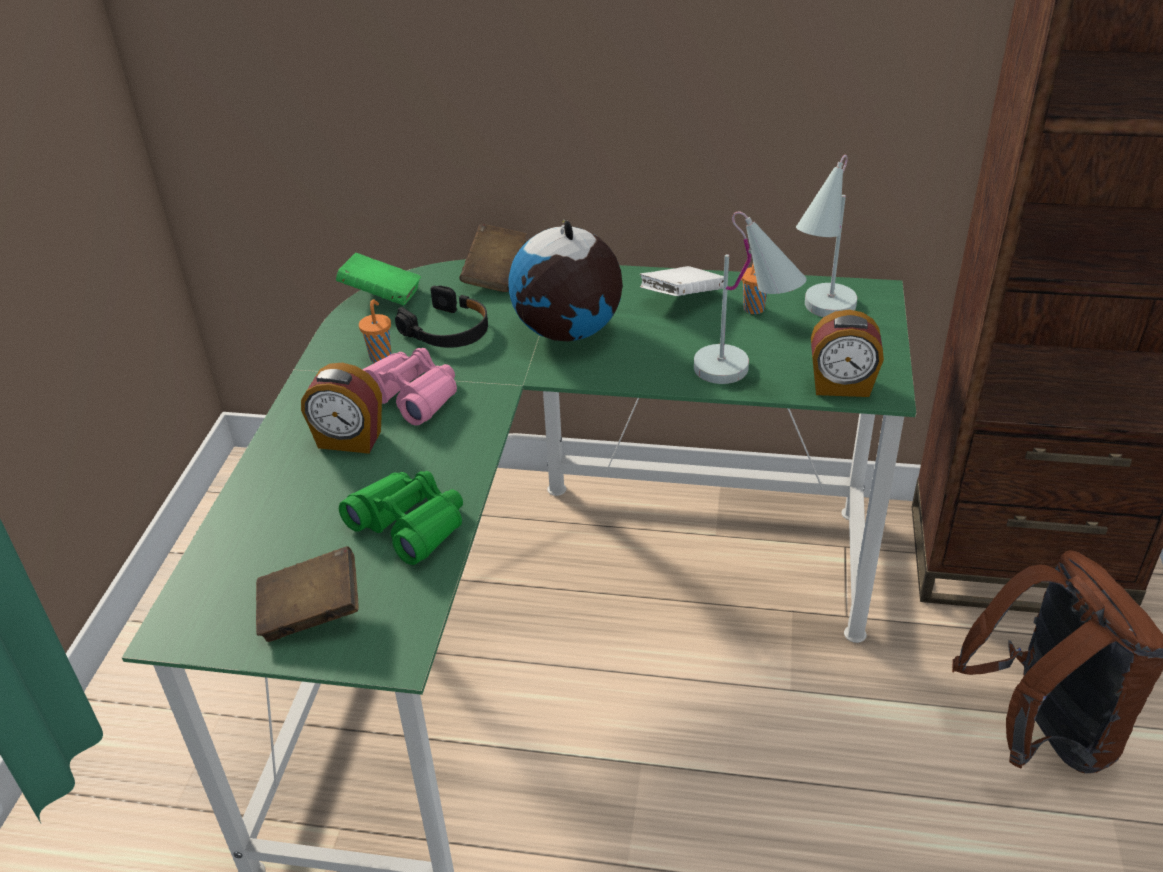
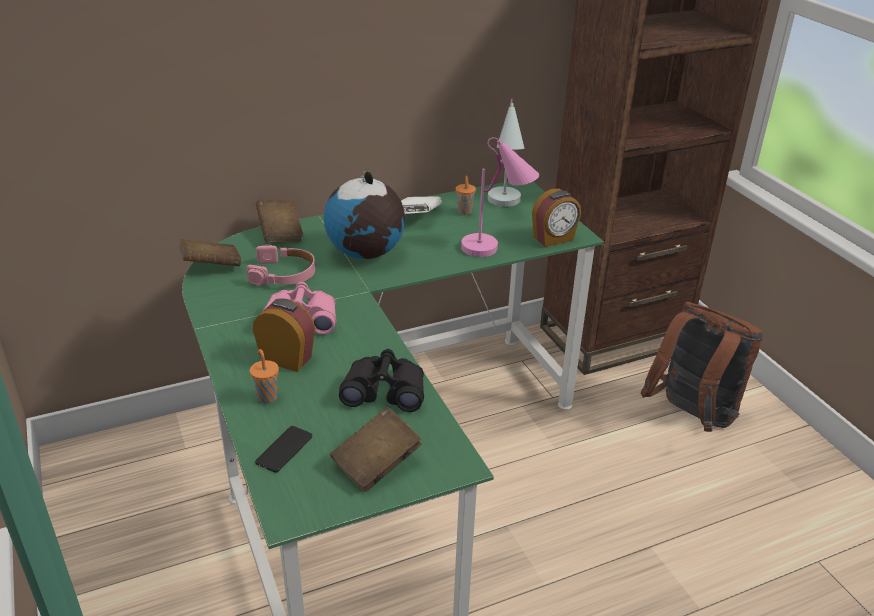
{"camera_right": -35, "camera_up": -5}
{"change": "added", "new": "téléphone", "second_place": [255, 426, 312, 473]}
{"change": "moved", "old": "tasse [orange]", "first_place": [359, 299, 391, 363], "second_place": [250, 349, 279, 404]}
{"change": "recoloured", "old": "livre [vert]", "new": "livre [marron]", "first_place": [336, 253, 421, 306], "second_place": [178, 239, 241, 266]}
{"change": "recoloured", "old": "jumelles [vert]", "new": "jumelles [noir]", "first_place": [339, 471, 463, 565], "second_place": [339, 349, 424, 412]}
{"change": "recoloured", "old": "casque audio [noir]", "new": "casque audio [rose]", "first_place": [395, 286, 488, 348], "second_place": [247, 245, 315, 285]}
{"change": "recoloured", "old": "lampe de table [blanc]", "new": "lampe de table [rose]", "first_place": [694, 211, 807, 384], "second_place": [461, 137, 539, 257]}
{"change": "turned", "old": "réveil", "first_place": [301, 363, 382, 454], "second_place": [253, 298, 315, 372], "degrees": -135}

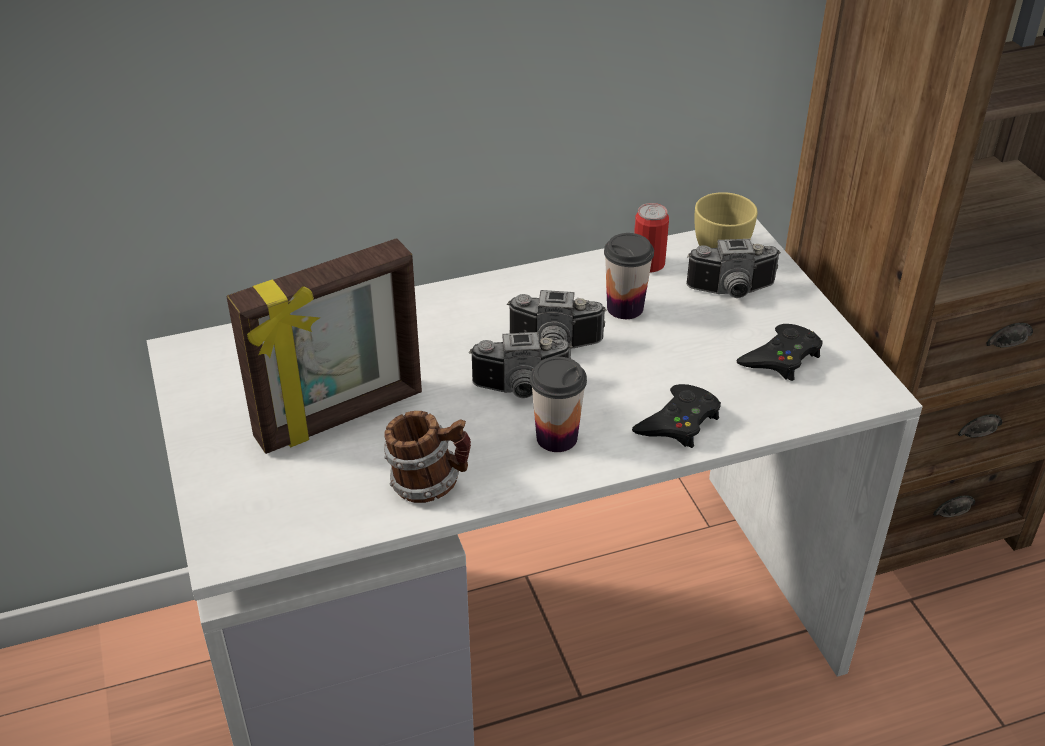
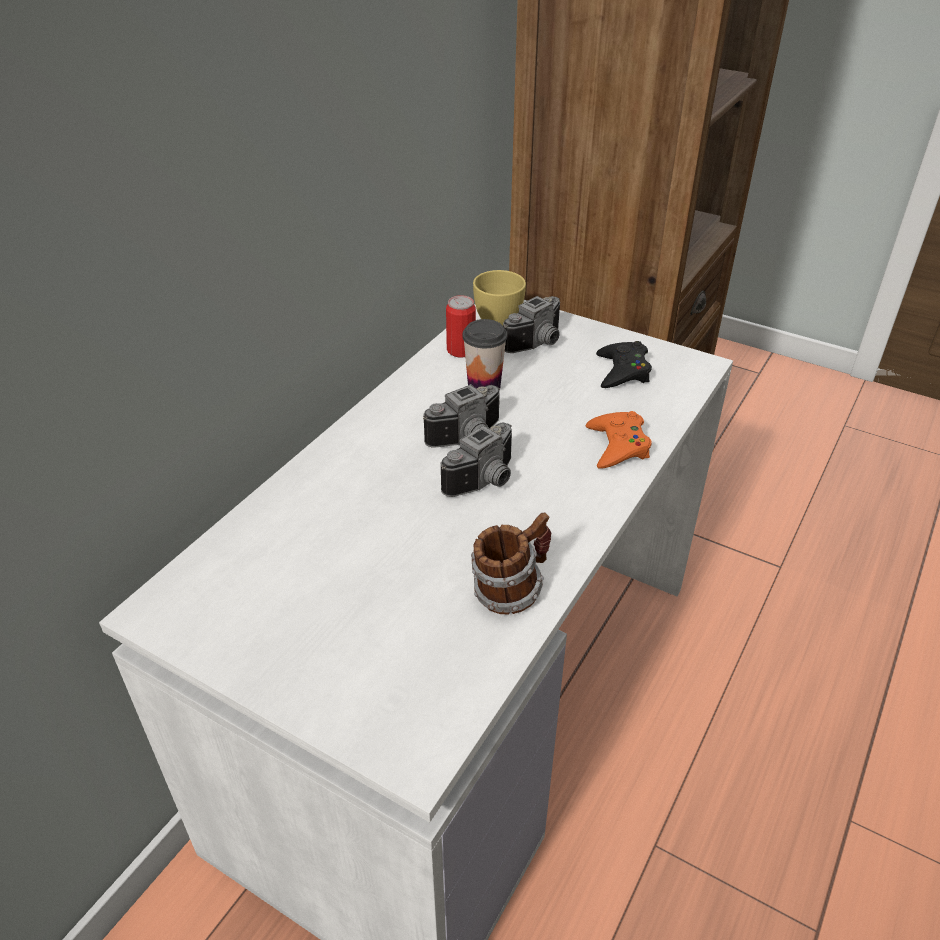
{"camera_right": -40, "camera_up": 0}
{"change": "removed", "old": "cadre photo", "first_place": [227, 238, 422, 454]}
{"change": "removed", "old": "tasse", "first_place": [530, 357, 587, 452]}
{"change": "recoloured", "old": "manette [noir]", "new": "manette [orange]", "first_place": [632, 384, 721, 448], "second_place": [586, 411, 652, 469]}

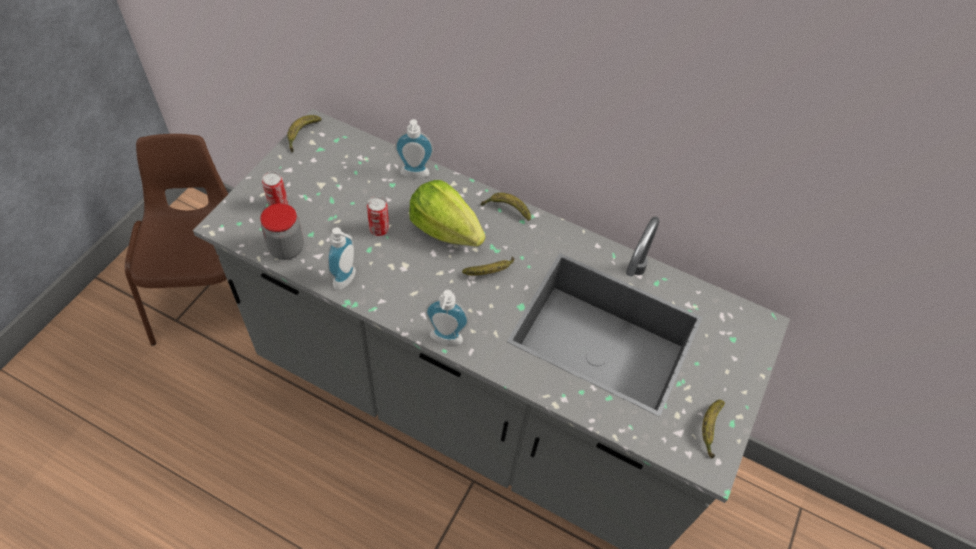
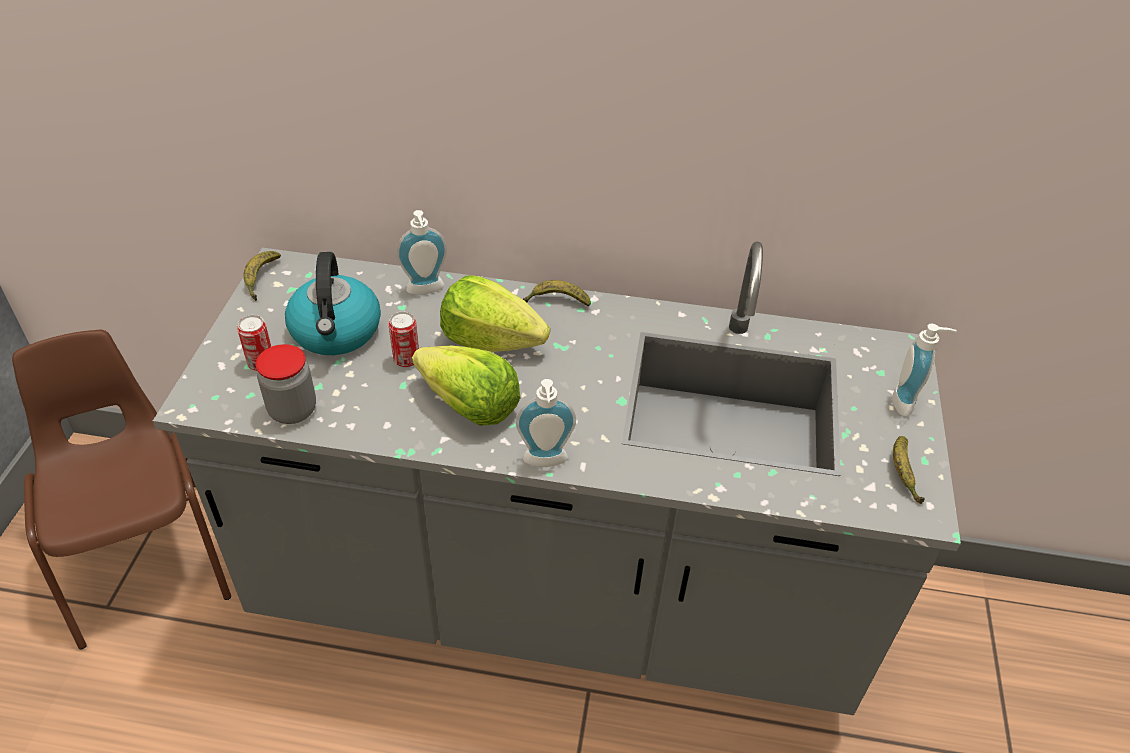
{"camera_right": -15, "camera_up": -10}
{"change": "removed", "old": "banane", "first_place": [462, 257, 515, 275]}
{"change": "added", "new": "bouilloire", "second_place": [285, 252, 381, 355]}
{"change": "added", "new": "laitue", "second_place": [412, 346, 520, 426]}
{"change": "moved", "old": "distributeur de savon", "first_place": [327, 227, 356, 290], "second_place": [892, 324, 957, 417]}

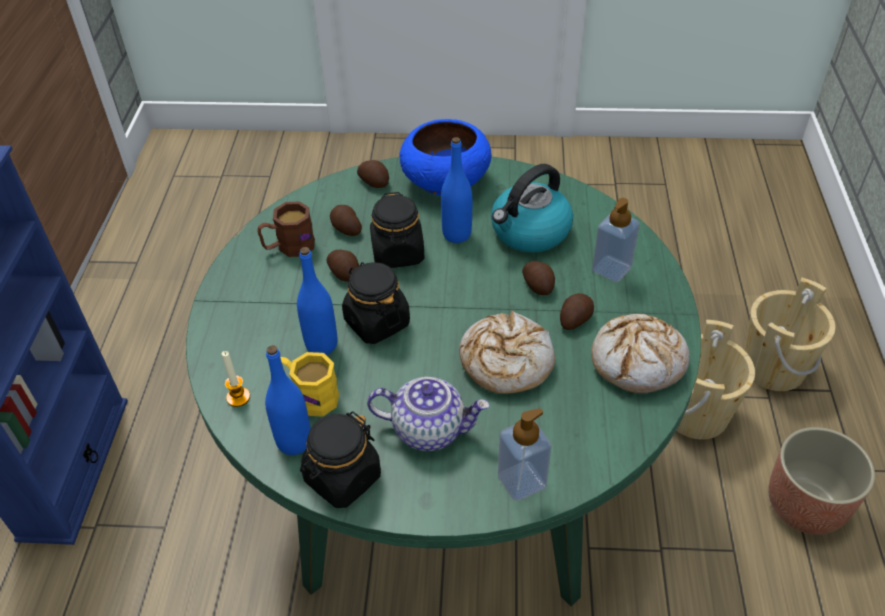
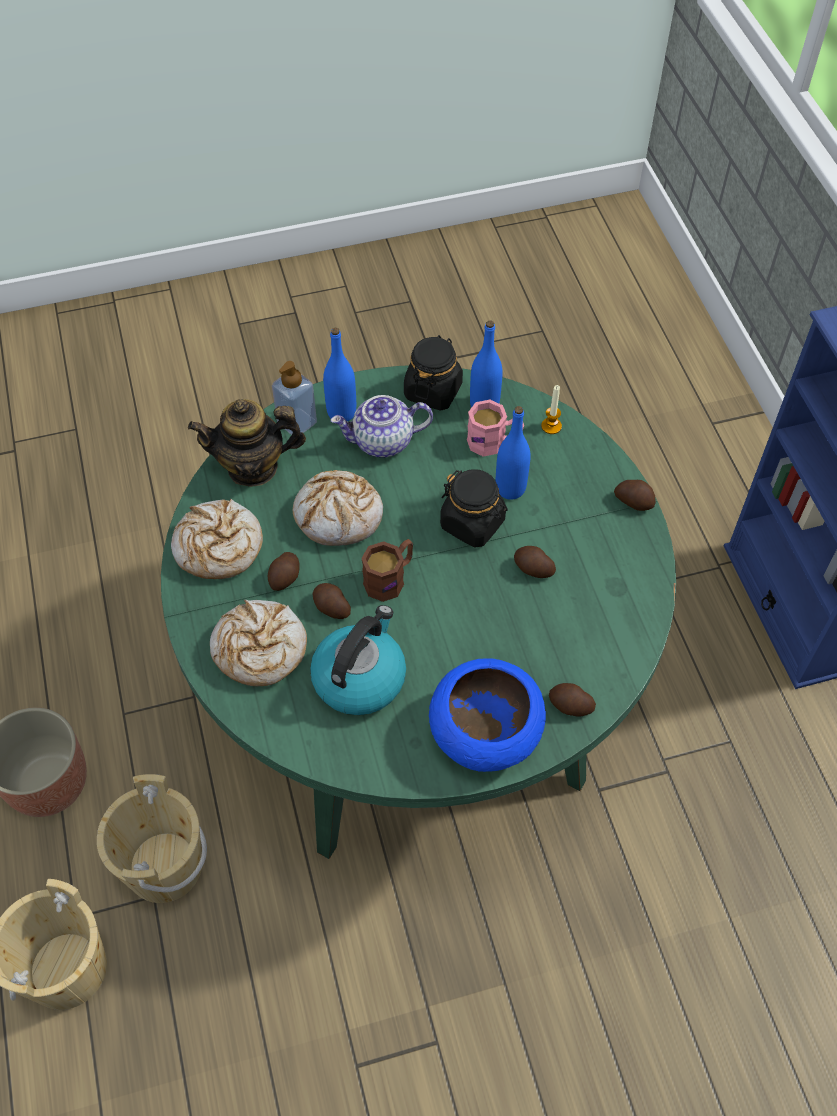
{"camera_right": 160, "camera_up": 10}
{"change": "removed", "old": "bocal [noir]", "first_place": [370, 192, 425, 268]}
{"change": "added", "new": "théière", "second_place": [188, 399, 306, 487]}
{"change": "moved", "old": "mug [marron]", "first_place": [257, 201, 315, 257], "second_place": [361, 539, 413, 602]}
{"change": "moved", "old": "pomme de terre", "first_place": [330, 205, 362, 236], "second_place": [614, 480, 656, 511]}
{"change": "moved", "old": "bouteille [bleu]", "first_place": [441, 137, 472, 243], "second_place": [323, 328, 356, 422]}
{"change": "replaced", "old": "distributeur de savon", "new": "pain", "first_place": [592, 198, 640, 282], "second_place": [210, 600, 307, 686]}
{"change": "recoloured", "old": "mug [jaune]", "new": "mug [rose]", "first_place": [280, 352, 339, 417], "second_place": [467, 400, 524, 457]}

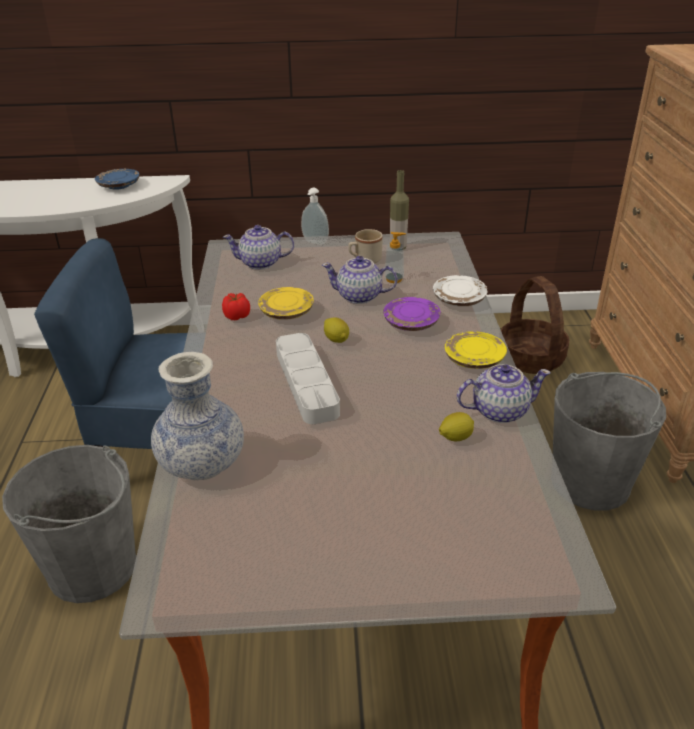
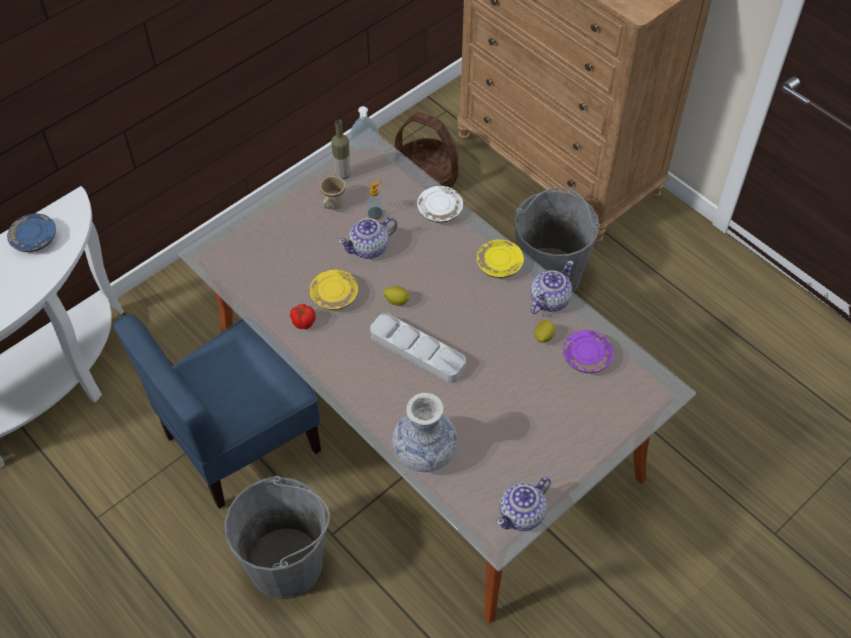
{"camera_right": -40, "camera_up": 20}
{"change": "moved", "old": "théière", "first_place": [223, 225, 294, 270], "second_place": [496, 477, 551, 531]}
{"change": "moved", "old": "distributeur de savon", "first_place": [301, 188, 329, 245], "second_place": [350, 106, 379, 149]}
{"change": "moved", "old": "assiette [violet]", "first_place": [383, 297, 441, 331], "second_place": [563, 330, 614, 373]}

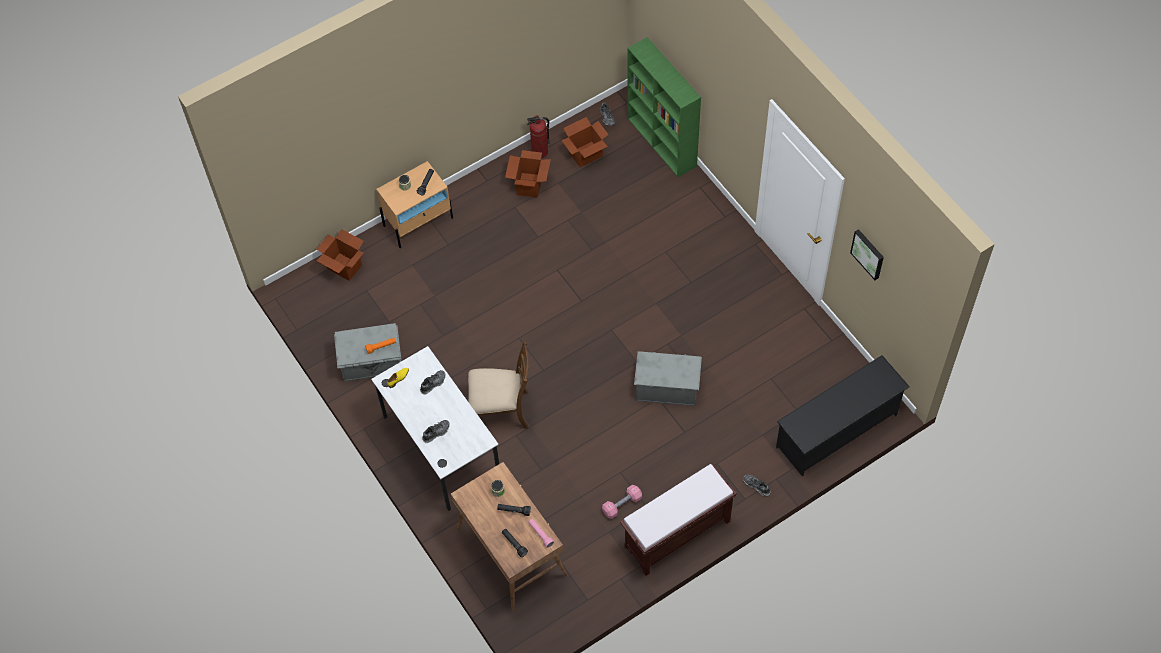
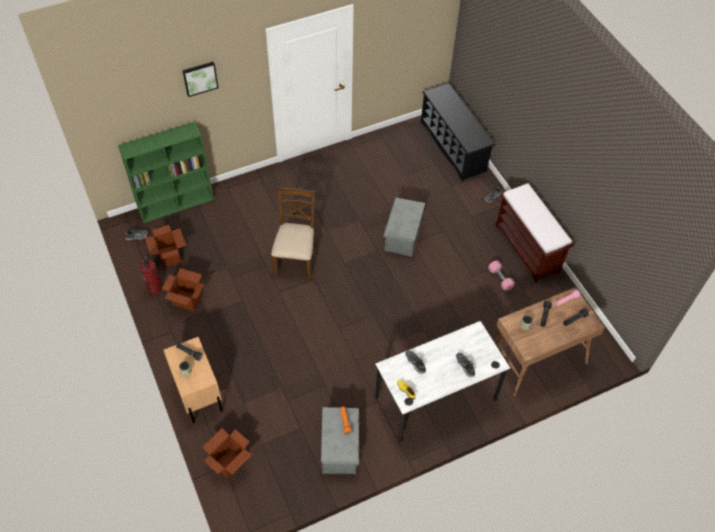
{"camera_right": -85, "camera_up": -5}
{"change": "moved", "old": "chaise [marron]", "first_place": [468, 341, 529, 429], "second_place": [271, 187, 316, 279]}
{"change": "moved", "old": "tableau", "first_place": [850, 229, 884, 280], "second_place": [182, 62, 218, 97]}

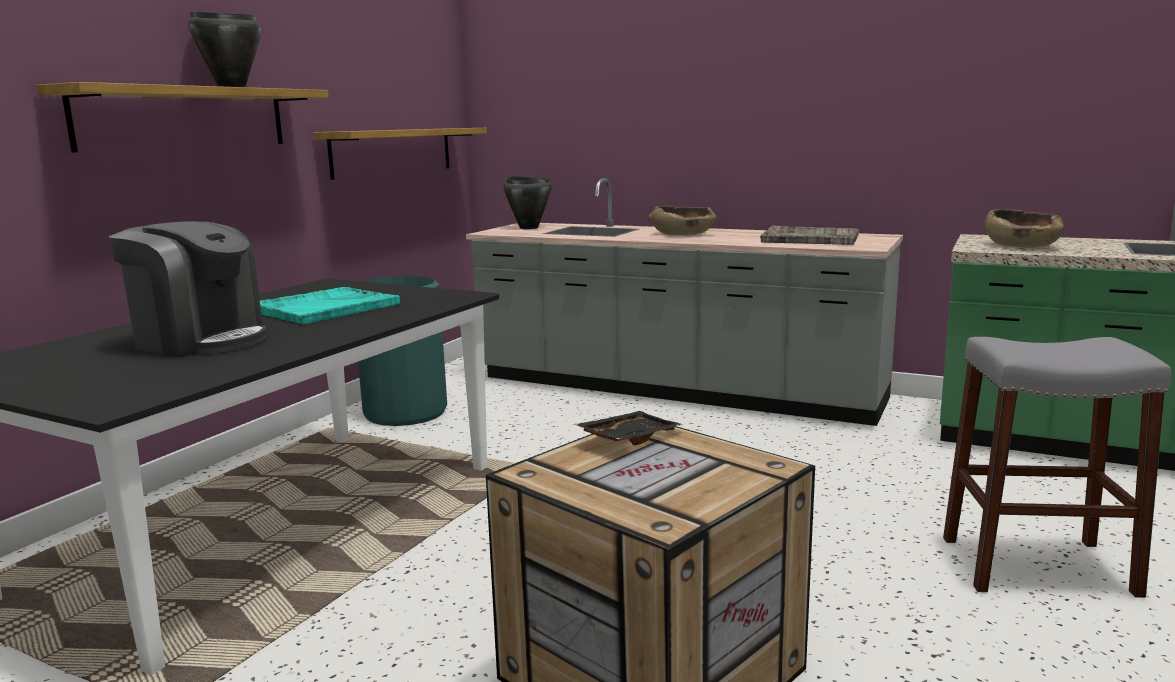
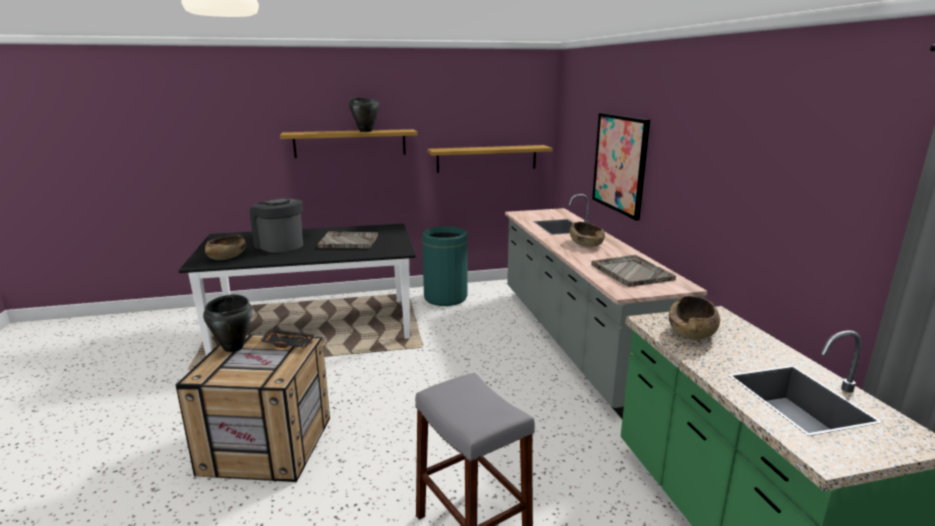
{"camera_right": 50, "camera_up": 5}
{"change": "added", "new": "bol [marron]", "second_place": [205, 235, 246, 260]}
{"change": "added", "new": "tableau", "second_place": [592, 113, 650, 220]}
{"change": "moved", "old": "marmite [noir]", "first_place": [503, 176, 551, 229], "second_place": [203, 294, 252, 352]}
{"change": "recoloured", "old": "plateau [turquoise]", "new": "plateau [gris]", "first_place": [260, 287, 400, 325], "second_place": [317, 231, 378, 248]}
{"change": "turned", "old": "machine à café", "first_place": [109, 221, 267, 357], "second_place": [250, 198, 303, 253], "degrees": 150}

